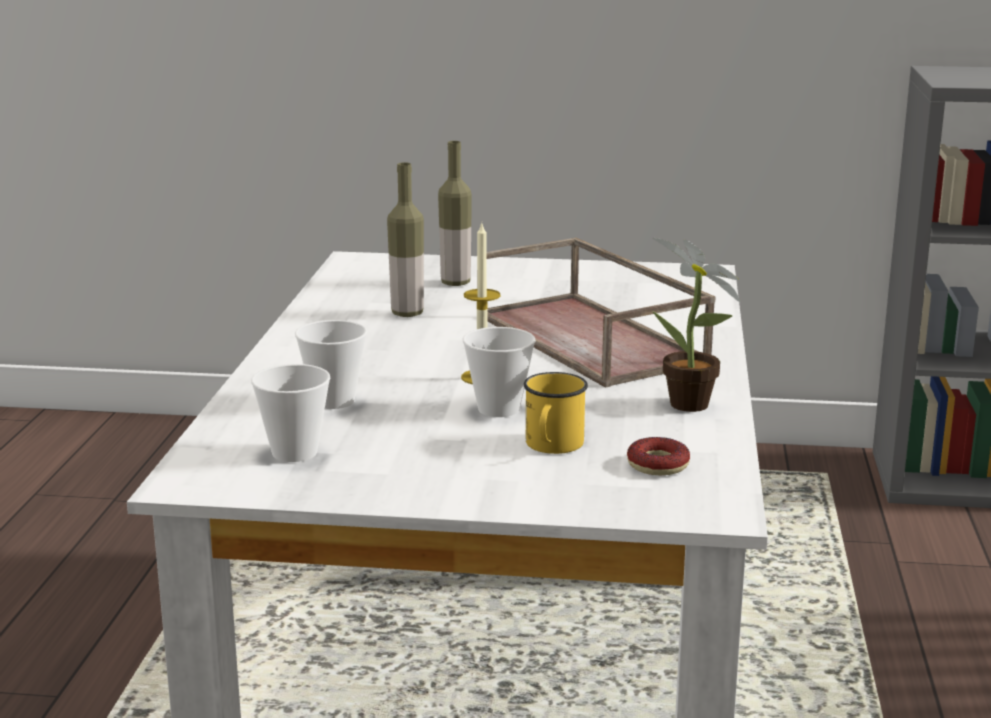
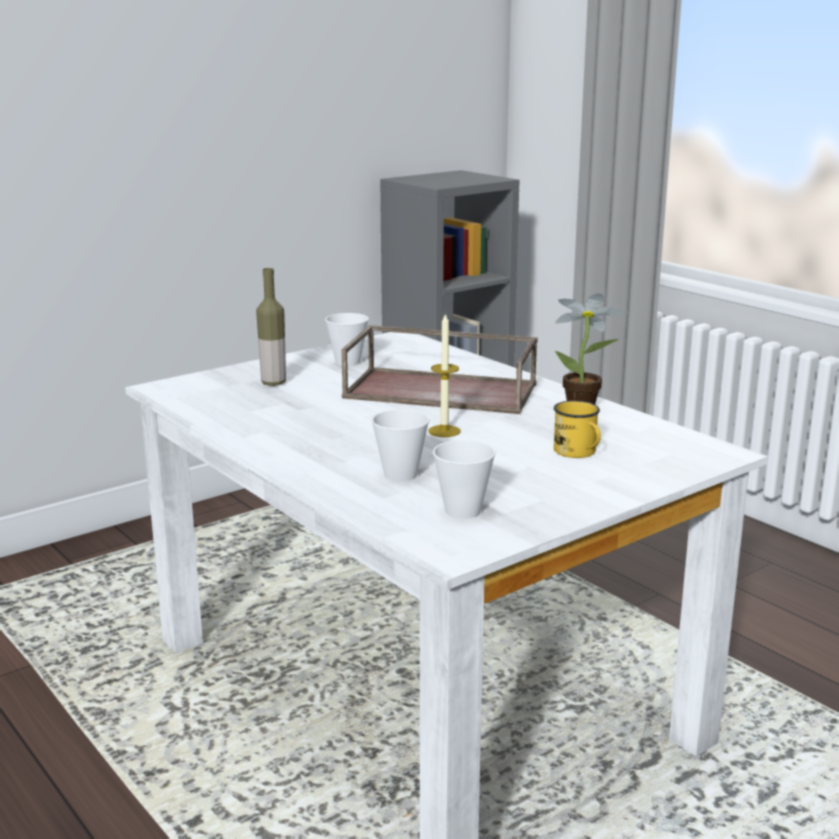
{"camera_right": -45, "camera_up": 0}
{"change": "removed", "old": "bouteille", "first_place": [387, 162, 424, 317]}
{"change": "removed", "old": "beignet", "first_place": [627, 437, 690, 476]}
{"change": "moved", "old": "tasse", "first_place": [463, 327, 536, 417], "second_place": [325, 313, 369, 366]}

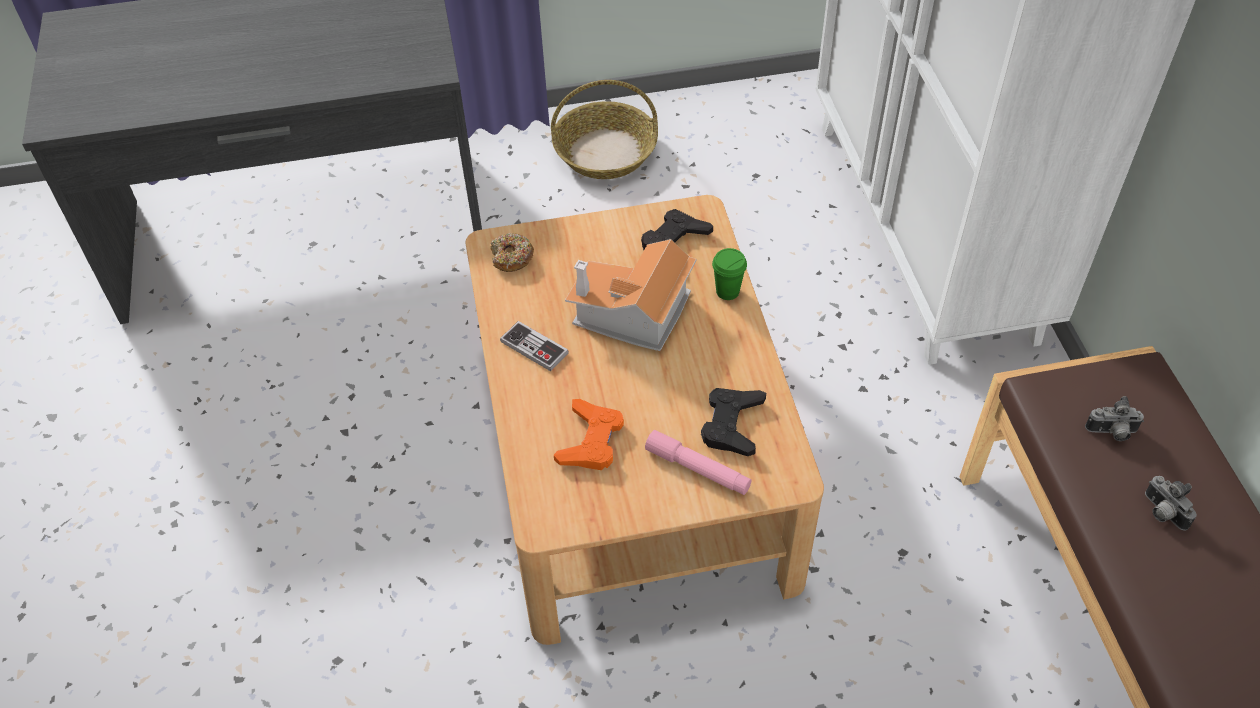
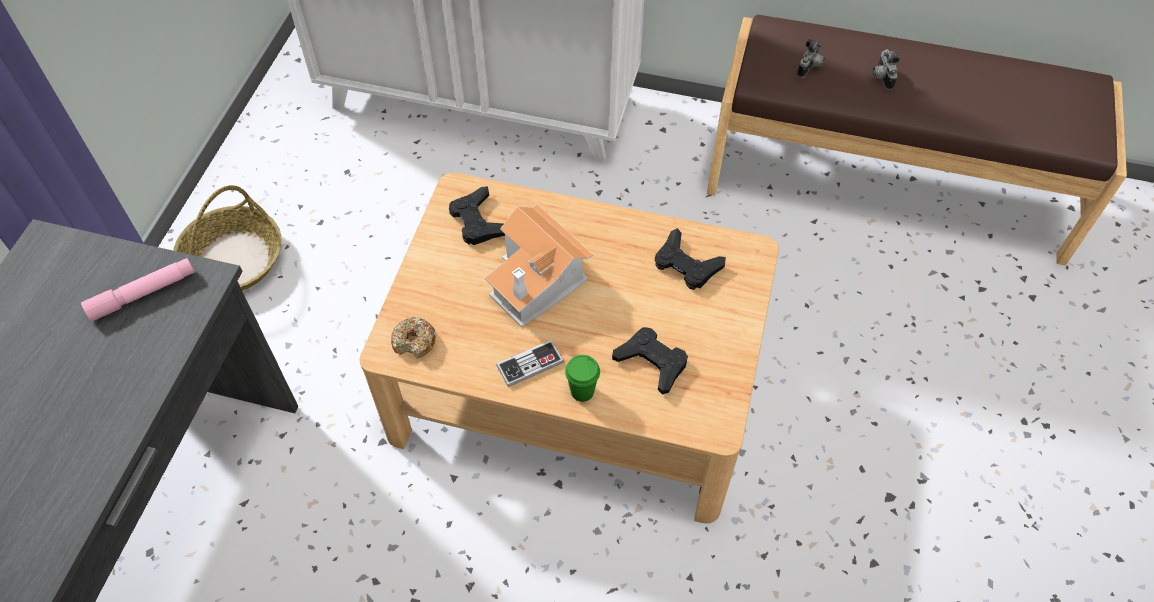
{"camera_right": -65, "camera_up": 5}
{"change": "moved", "old": "lampe de poche [rose]", "first_place": [645, 430, 751, 495], "second_place": [81, 258, 195, 322]}
{"change": "moved", "old": "tasse [vert]", "first_place": [712, 248, 747, 300], "second_place": [565, 355, 600, 402]}
{"change": "recoloured", "old": "manette [orange]", "new": "manette [noir]", "first_place": [554, 399, 624, 470], "second_place": [612, 327, 688, 395]}
{"change": "turned", "old": "appareil photo", "first_place": [1145, 476, 1197, 531], "second_place": [872, 49, 900, 90], "degrees": 90}

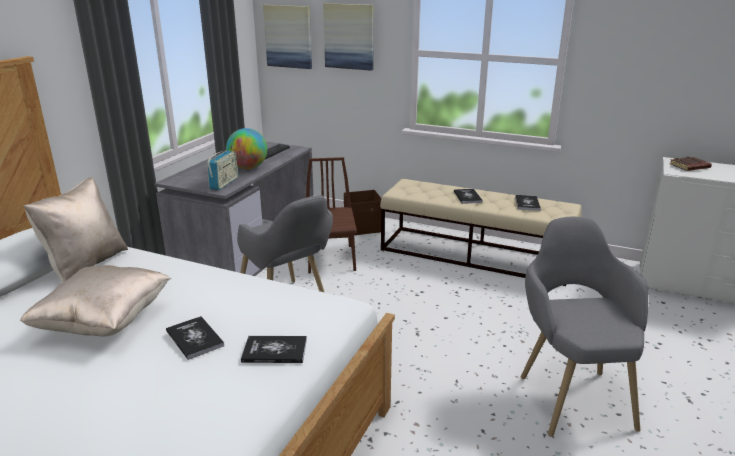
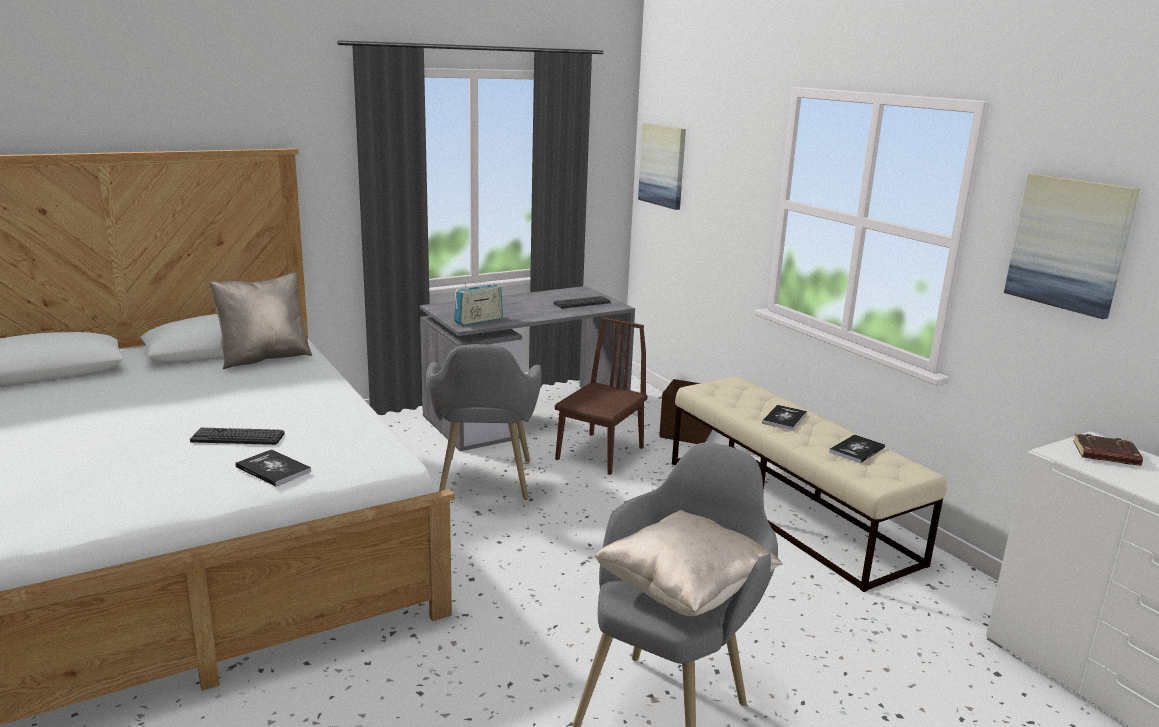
{"camera_right": 35, "camera_up": -5}
{"change": "removed", "old": "globe", "first_place": [226, 128, 267, 169]}
{"change": "moved", "old": "coussin [beige]", "first_place": [20, 265, 171, 337], "second_place": [595, 510, 783, 616]}
{"change": "moved", "old": "tableau", "first_place": [323, 3, 374, 71], "second_place": [1004, 173, 1140, 319]}
{"change": "replaced", "old": "livre", "new": "clavier", "first_place": [166, 316, 224, 360], "second_place": [190, 427, 285, 445]}

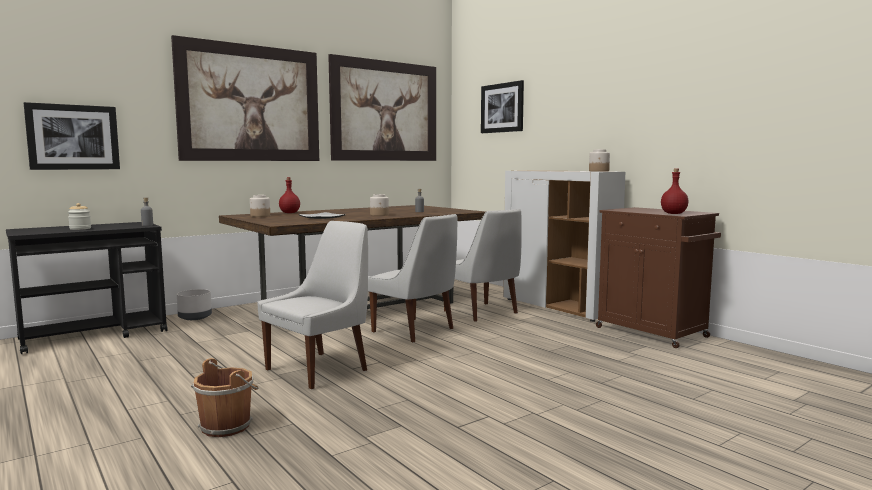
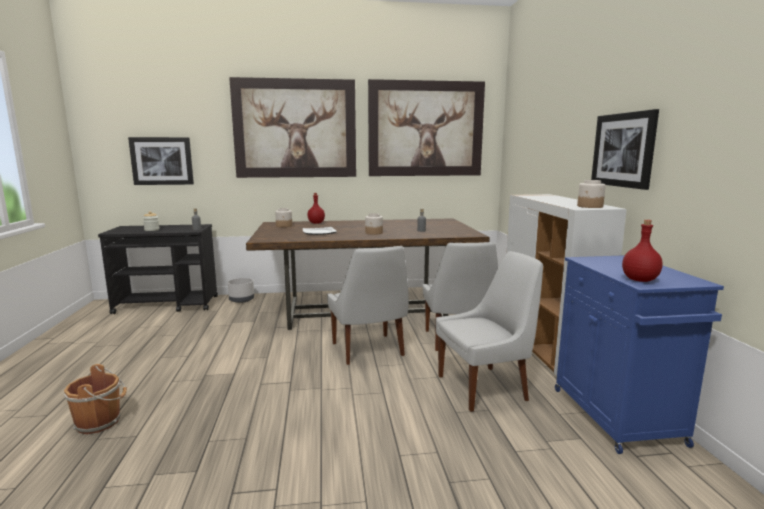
{"camera_right": 30, "camera_up": 5}
{"change": "moved", "old": "chaise [blanc]", "first_place": [257, 221, 368, 389], "second_place": [436, 251, 543, 412]}
{"change": "moved", "old": "tableau", "first_place": [481, 80, 524, 133], "second_place": [591, 109, 659, 190]}
{"change": "recoloured", "old": "meuble de rangement [marron]", "new": "meuble de rangement [bleu]", "first_place": [596, 207, 721, 348], "second_place": [555, 255, 724, 454]}

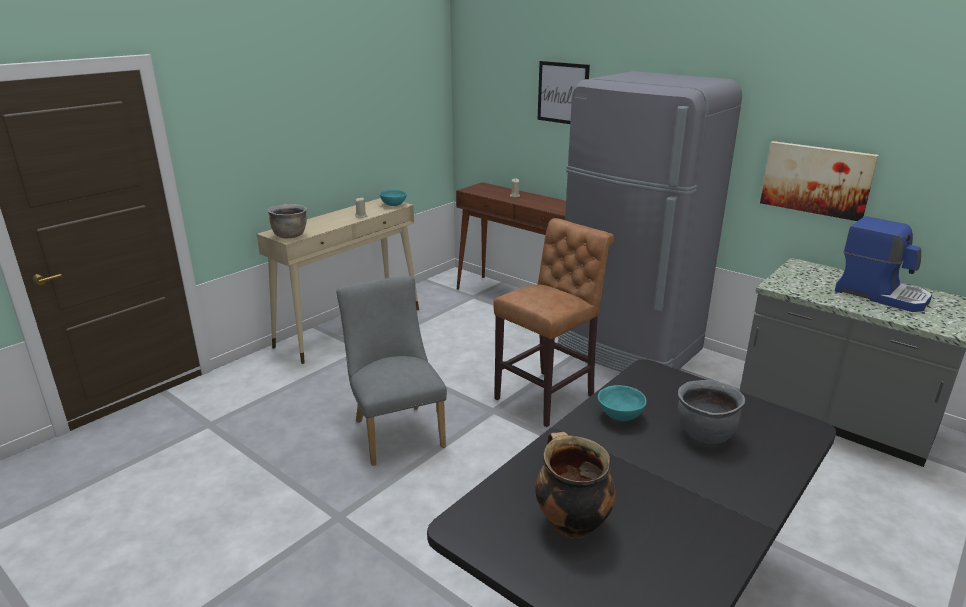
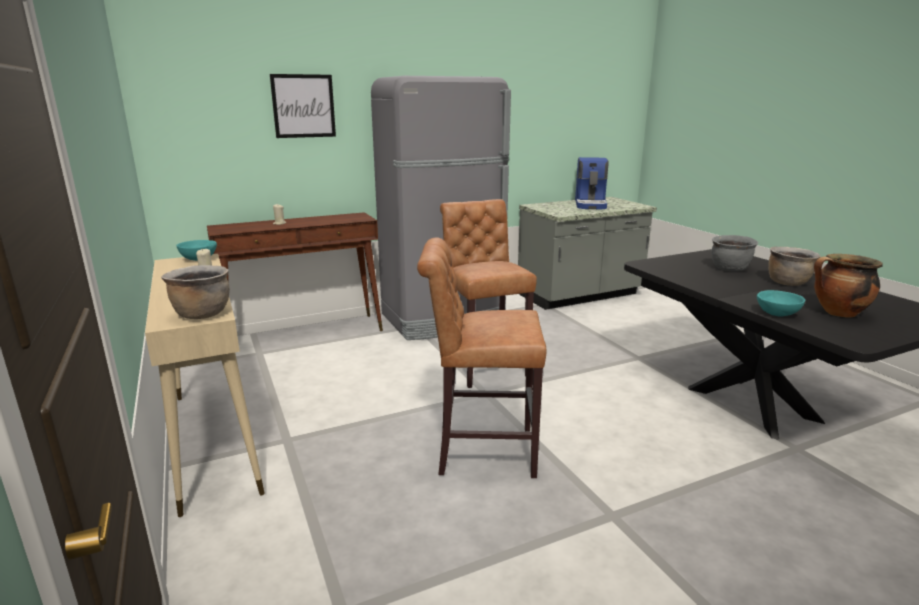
{"camera_right": -65, "camera_up": -5}
{"change": "removed", "old": "tableau", "first_place": [760, 141, 879, 221]}
{"change": "added", "new": "marmite [marron]", "second_place": [768, 246, 821, 286]}
{"change": "moved", "old": "bol [turquoise]", "first_place": [598, 385, 647, 421], "second_place": [757, 290, 805, 317]}
{"change": "replaced", "old": "chaise [gris]", "new": "tabouret [marron]", "first_place": [336, 276, 447, 466], "second_place": [417, 237, 546, 478]}
{"change": "turned", "old": "machine à café", "first_place": [835, 216, 932, 312], "second_place": [575, 157, 609, 210], "degrees": 120}

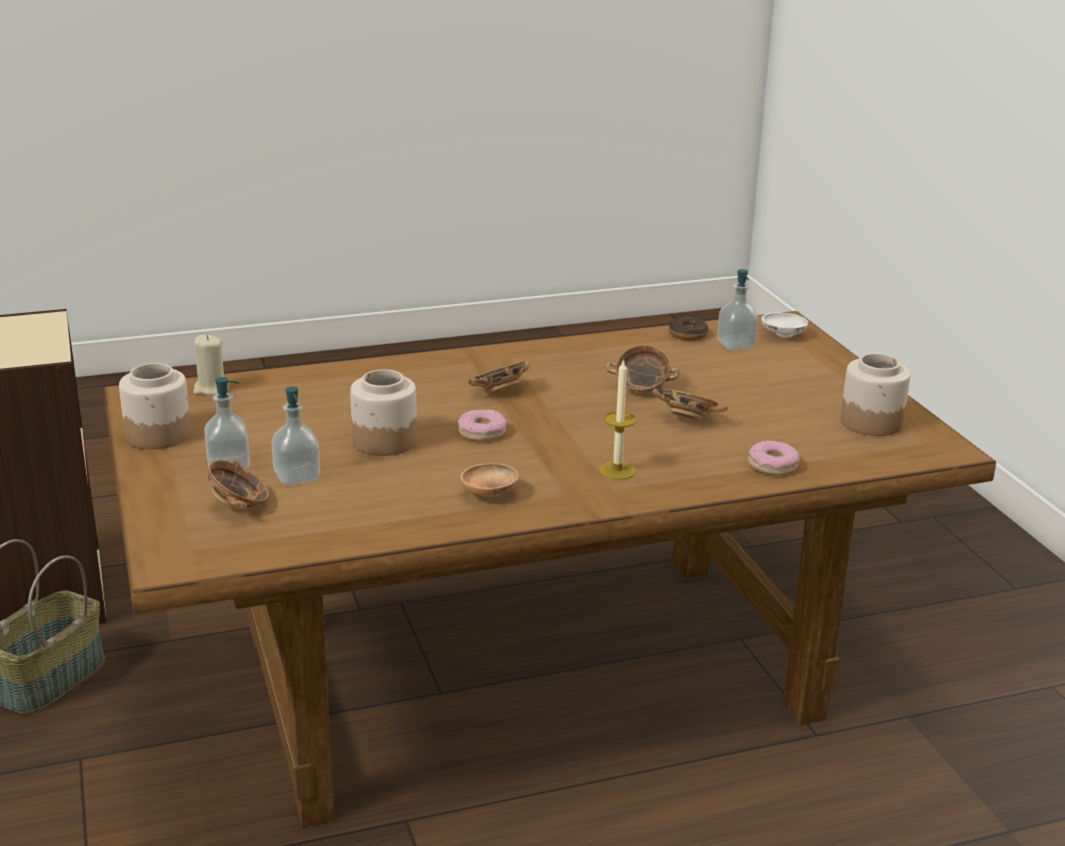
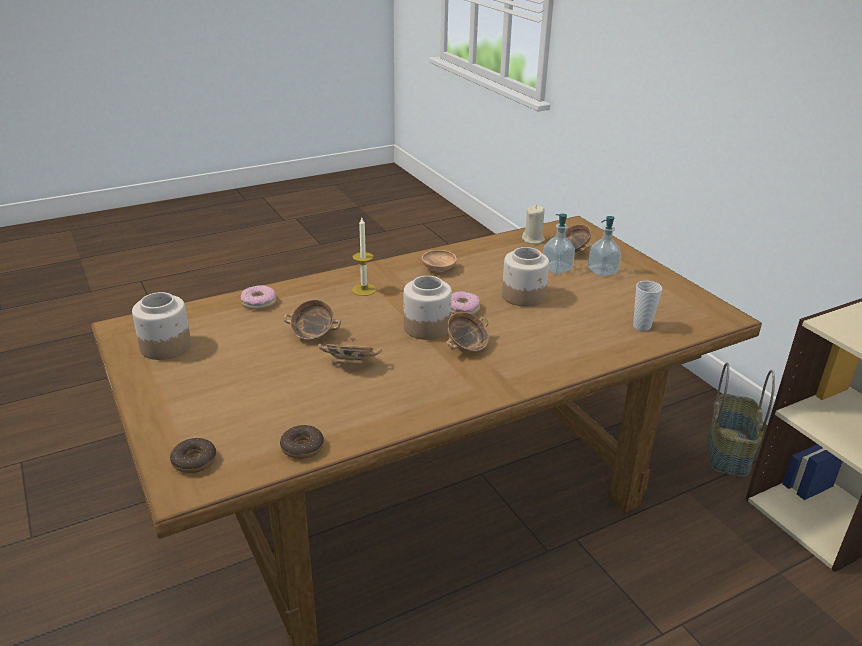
{"camera_right": 170, "camera_up": 5}
{"change": "removed", "old": "distributeur de savon", "first_place": [717, 269, 759, 350]}
{"change": "added", "new": "tasse", "second_place": [633, 281, 662, 331]}
{"change": "moved", "old": "bocal", "first_place": [119, 363, 191, 449], "second_place": [404, 276, 452, 340]}
{"change": "moved", "old": "bougie [beige]", "first_place": [193, 334, 229, 395], "second_place": [522, 205, 545, 244]}
{"change": "replaced", "old": "bol [blanc]", "new": "beignet", "first_place": [762, 313, 808, 338], "second_place": [170, 437, 216, 473]}

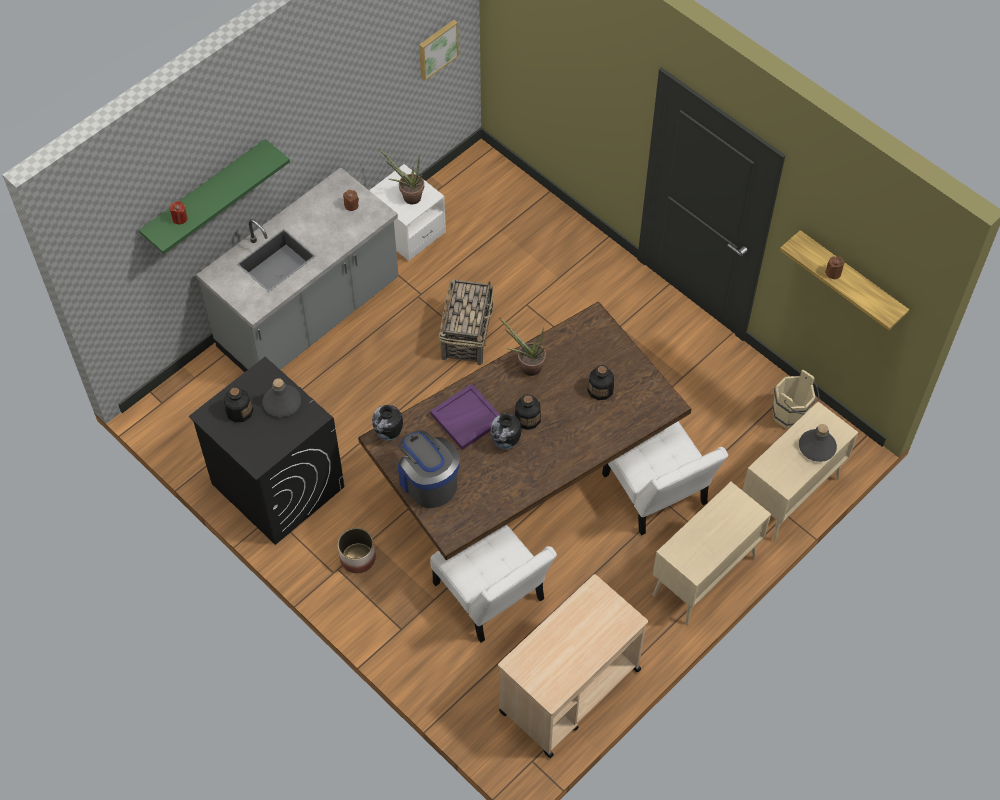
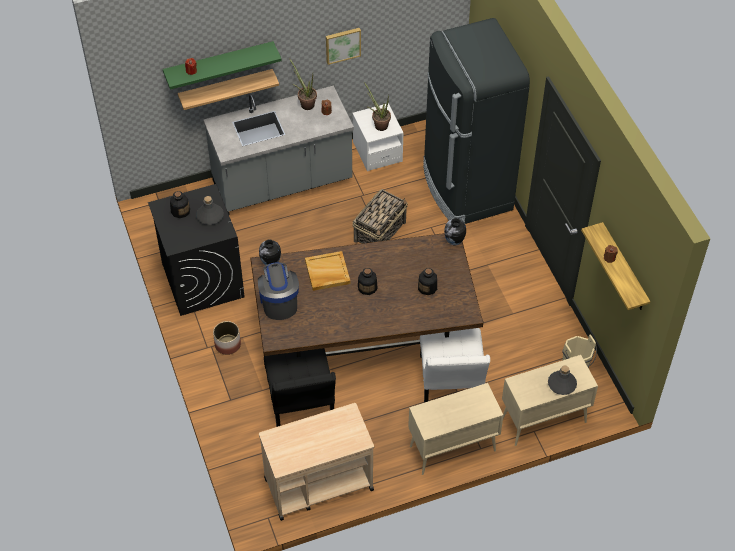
{"camera_right": 25, "camera_up": -5}
{"change": "added", "new": "étagère", "second_place": [178, 69, 279, 110]}
{"change": "added", "new": "réfrigérateur [noir]", "second_place": [423, 18, 530, 224]}
{"change": "moved", "old": "tableau", "first_place": [419, 20, 459, 81], "second_place": [326, 28, 361, 65]}
{"change": "moved", "old": "vase", "first_place": [491, 413, 521, 449], "second_place": [444, 218, 466, 245]}
{"change": "moved", "old": "plante en pot", "first_place": [499, 318, 546, 376], "second_place": [289, 58, 317, 110]}
{"change": "recoloured", "old": "plateau [violet]", "new": "plateau [beige]", "first_place": [430, 384, 500, 450], "second_place": [305, 251, 350, 291]}
{"change": "recoloured", "old": "chaise [blanc]", "new": "chaise [noir]", "first_place": [430, 524, 557, 643], "second_place": [264, 348, 336, 427]}

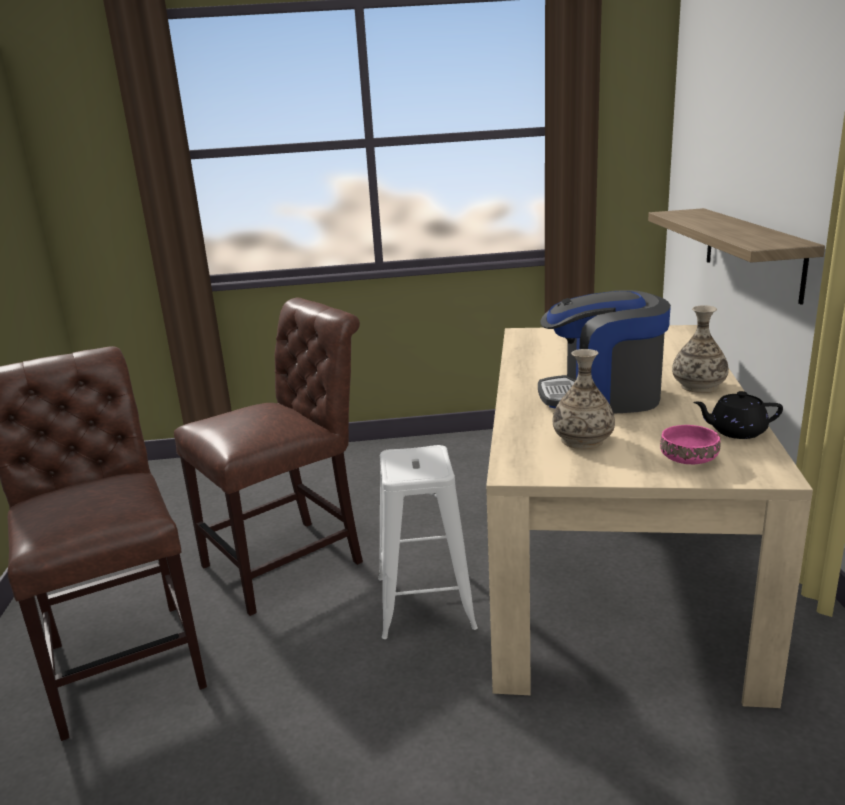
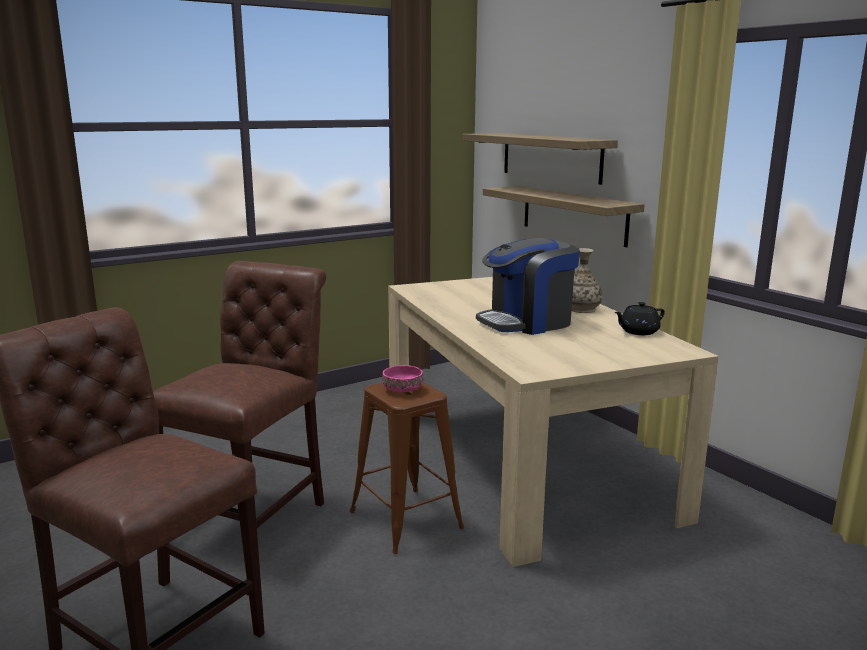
{"camera_right": -30, "camera_up": -5}
{"change": "removed", "old": "vase", "first_place": [552, 349, 615, 449]}
{"change": "added", "new": "étagère", "second_place": [463, 133, 618, 185]}
{"change": "moved", "old": "bol [rose]", "first_place": [660, 425, 720, 464], "second_place": [382, 365, 423, 393]}
{"change": "recoloured", "old": "tabouret [blanc]", "new": "tabouret [marron]", "first_place": [378, 445, 478, 639], "second_place": [350, 382, 465, 554]}

